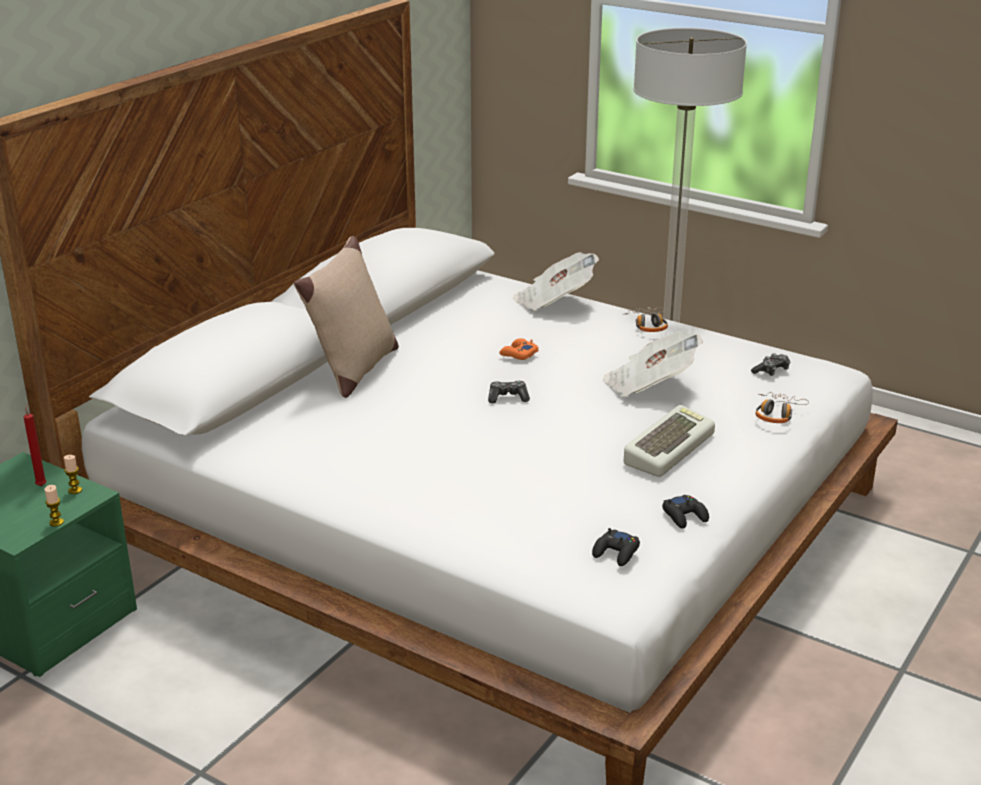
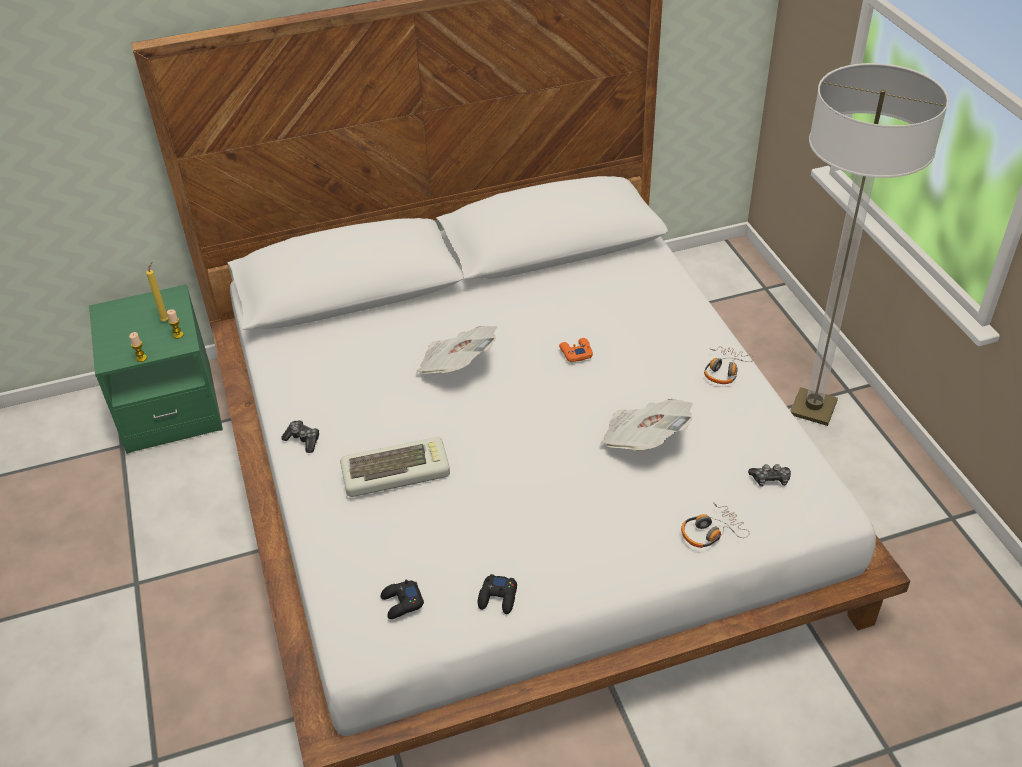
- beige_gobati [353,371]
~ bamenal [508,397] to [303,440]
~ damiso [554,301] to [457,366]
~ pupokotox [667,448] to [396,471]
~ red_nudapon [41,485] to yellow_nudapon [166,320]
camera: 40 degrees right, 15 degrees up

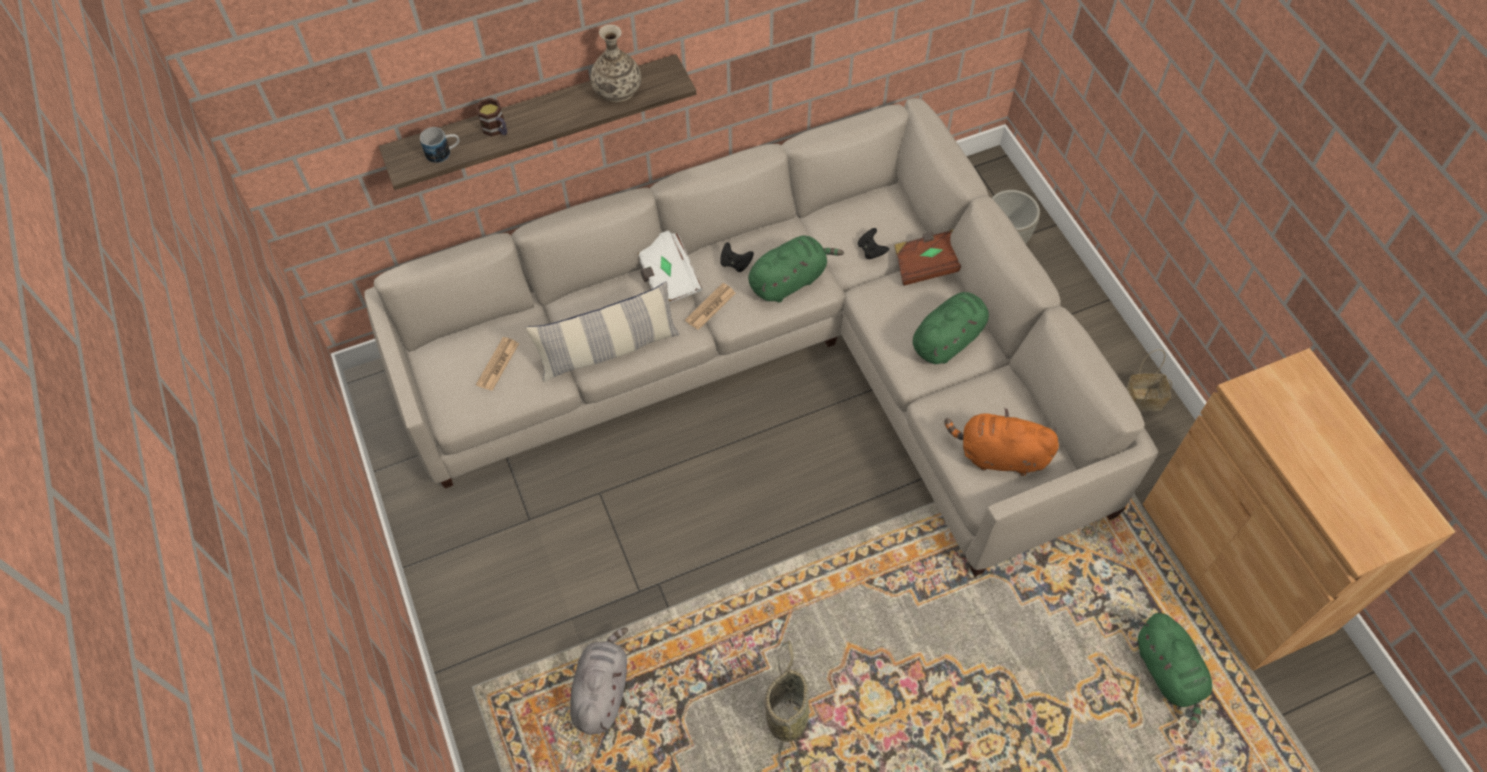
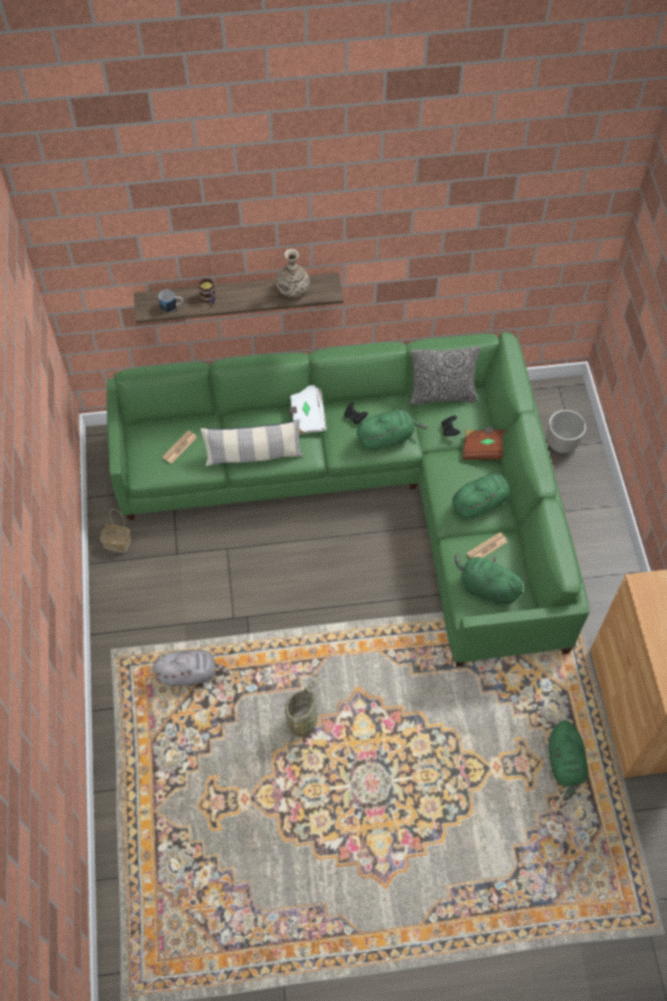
+ gobati [442,395]
~ damiso [710,307] to [487,547]
~ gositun [1144,399] to [118,542]
~ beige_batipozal [779,360] to green_batipozal [374,490]
~ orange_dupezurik [999,455] to green_dupezurik [486,588]
~ grey_dupezurik [601,690] = [190,673] 60 degrees clockwise
camera: 15 degrees right, 0 degrees up

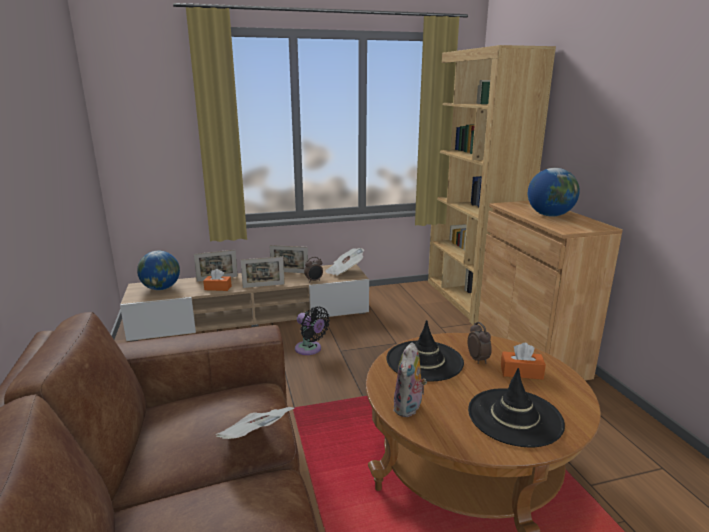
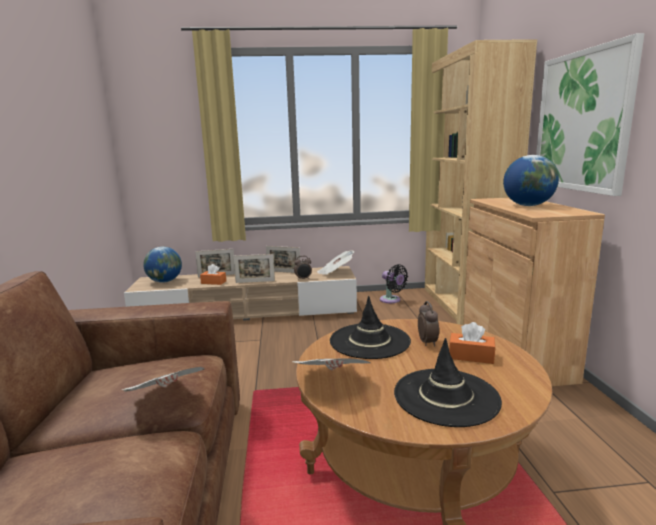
+ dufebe [582,121]
~ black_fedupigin [310,349] to [391,300]
~ dupezurik [409,408] to damiso [333,381]
camera: 10 degrees right, 5 degrees down

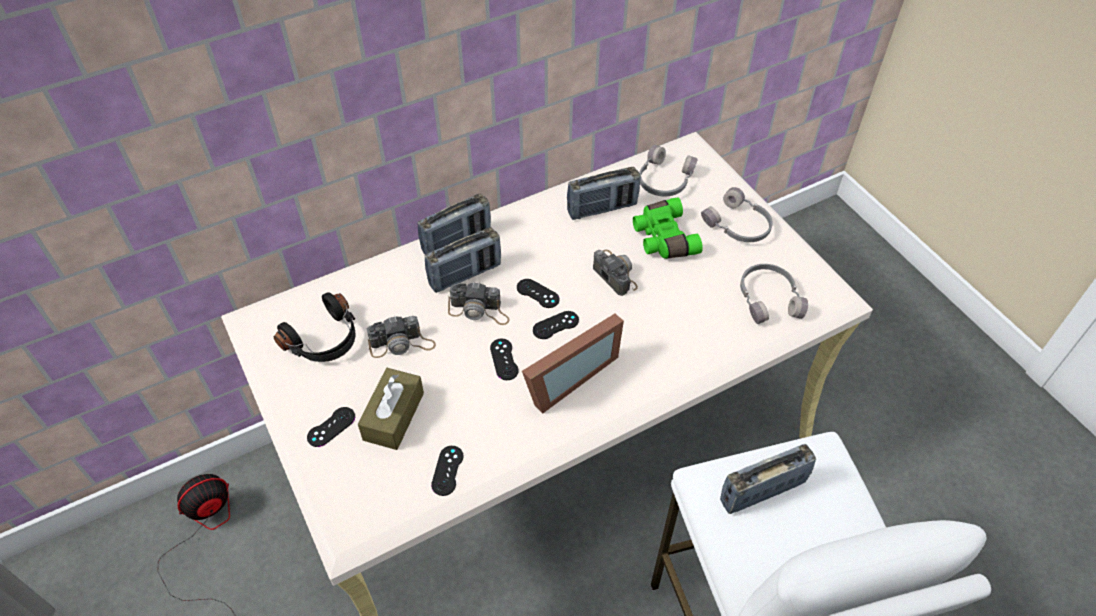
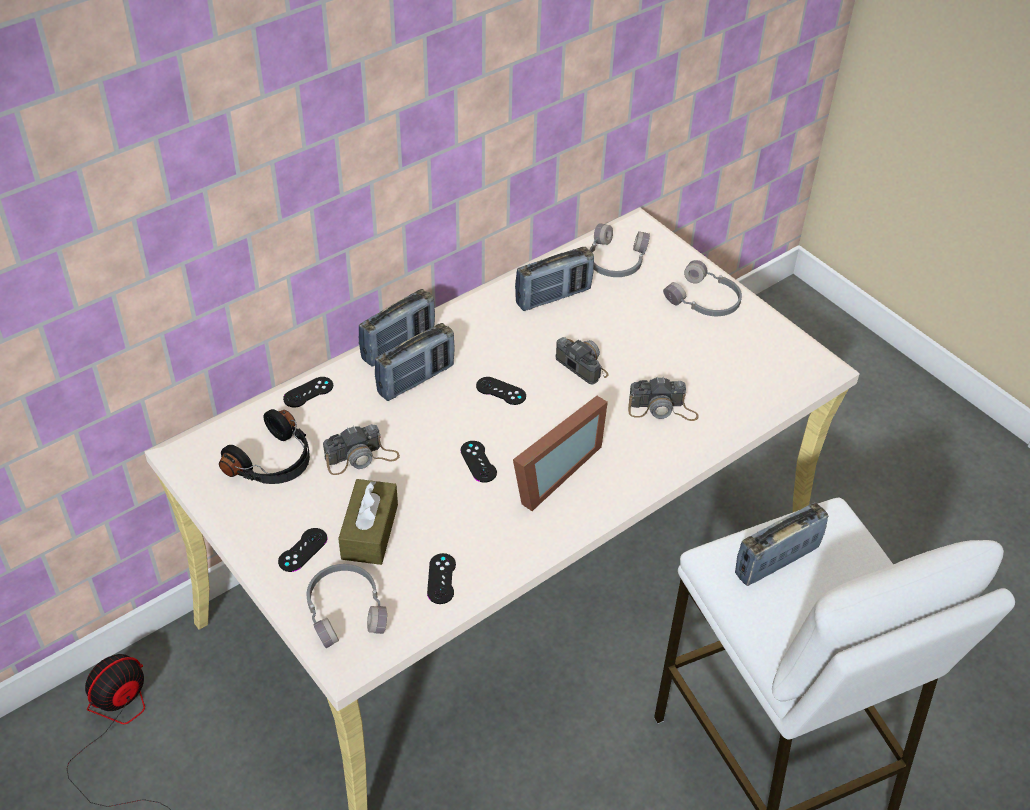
- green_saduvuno [662,238]
~ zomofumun [479,311] to [662,409]
~ black_bamenal [555,325] to [308,392]
~ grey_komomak [769,298] to [346,610]
camera: 10 degrees left, 5 degrees down

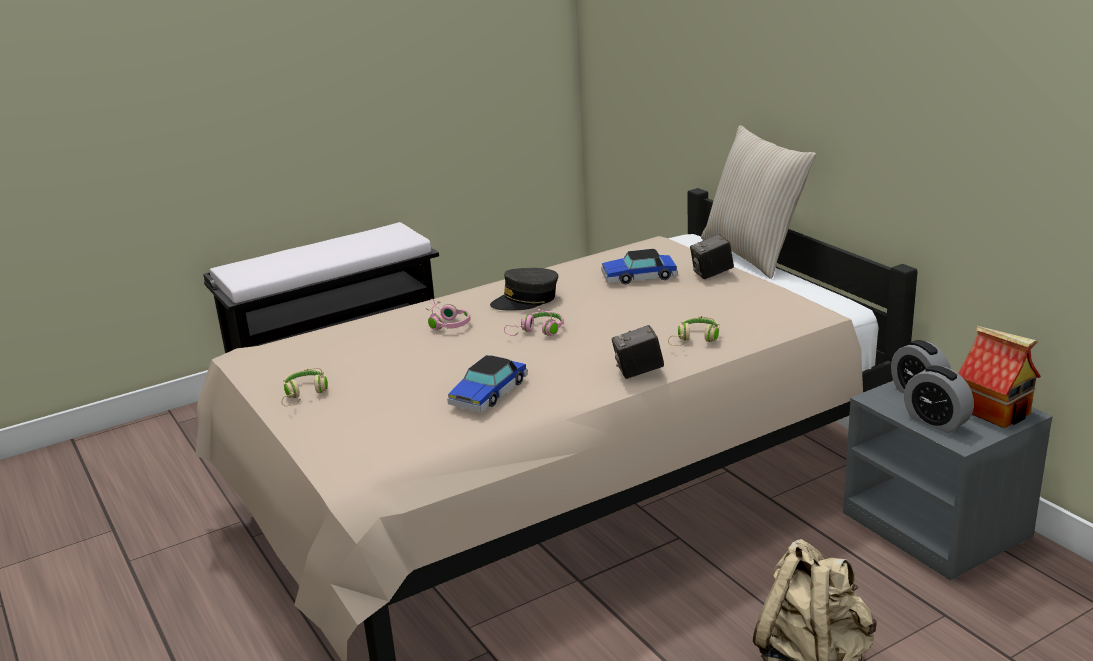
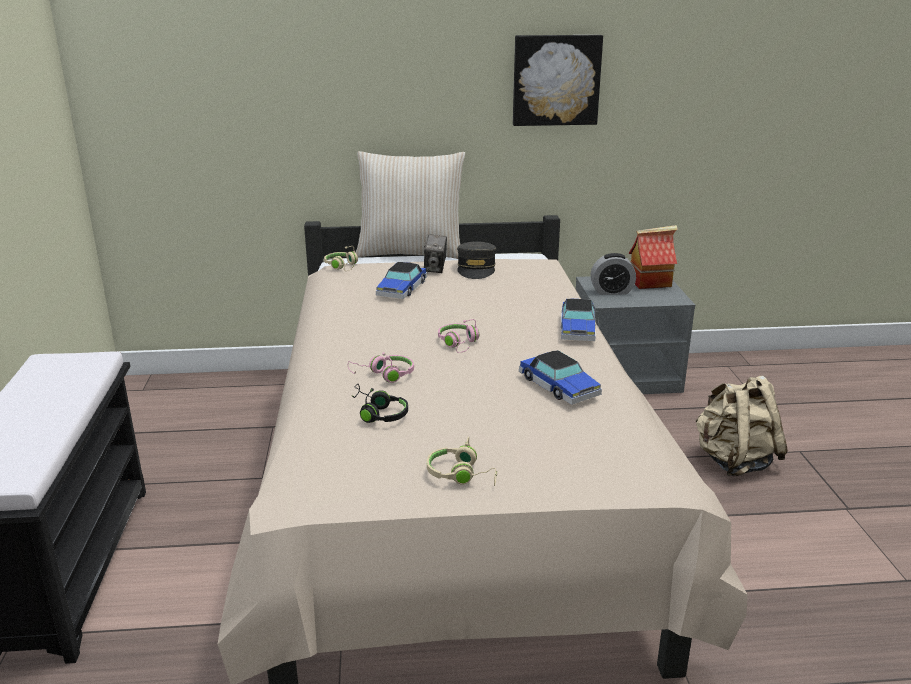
- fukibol [936,422]
+ black_komomak [378,413]
+ dufebe [556,80]
~ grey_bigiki [526,300] to [476,269]
~ beige_komomak [695,339] to [342,266]
~ zomofumun [638,372] to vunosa [577,329]
camera: 65 degrees left, 0 degrees up

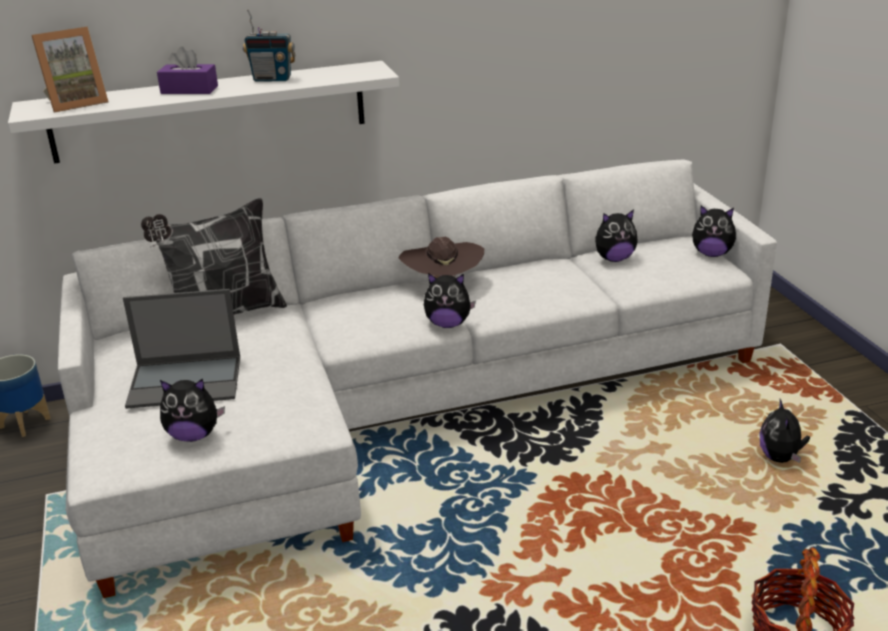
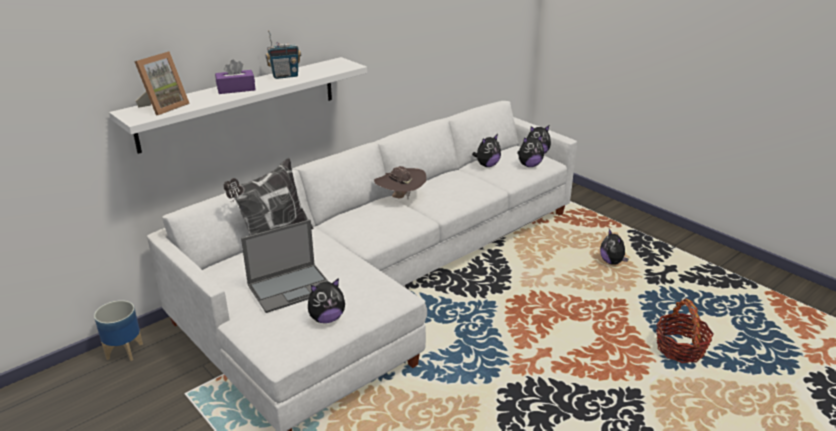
~ dupezurik [448,324] to [529,165]
camera: 25 degrees left, 0 degrees up

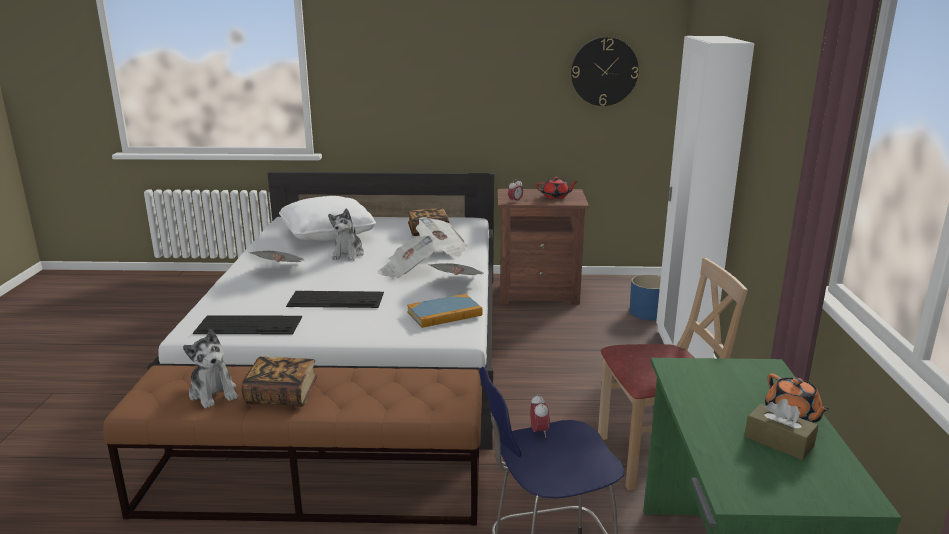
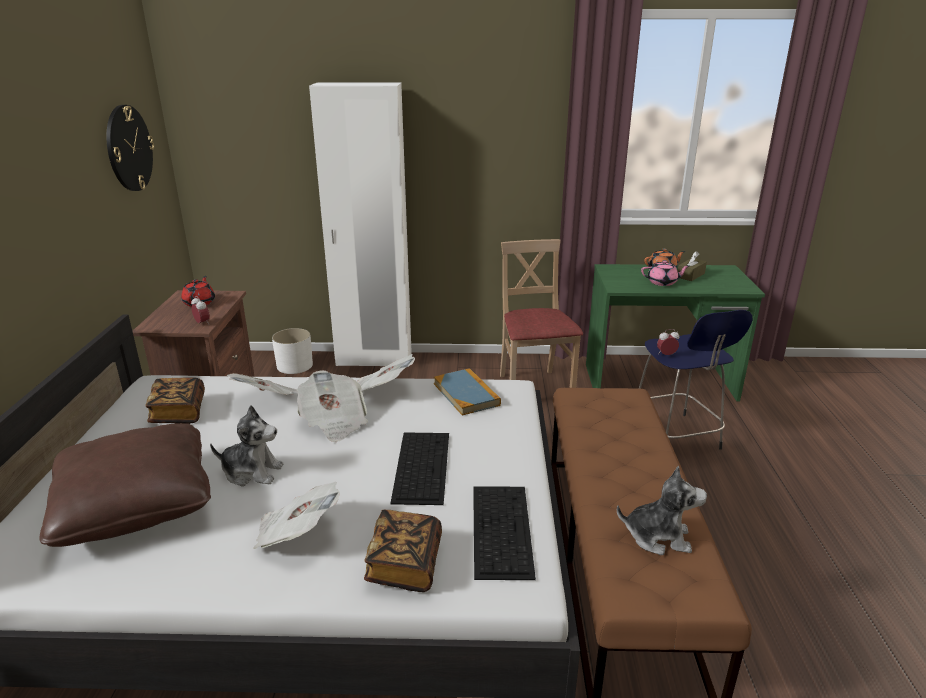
+ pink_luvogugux [662,282]
~ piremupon [282,395] to [404,564]
~ white_gobati [328,234] to brown_gobati [136,503]
~ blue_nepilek [647,312] to white_nepilek [294,365]
~ dupezurik [213,393] = [658,537] 45 degrees clockwise
camera: 90 degrees left, 5 degrees up

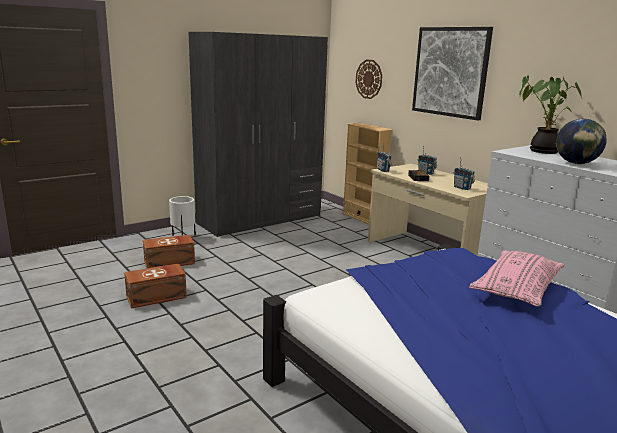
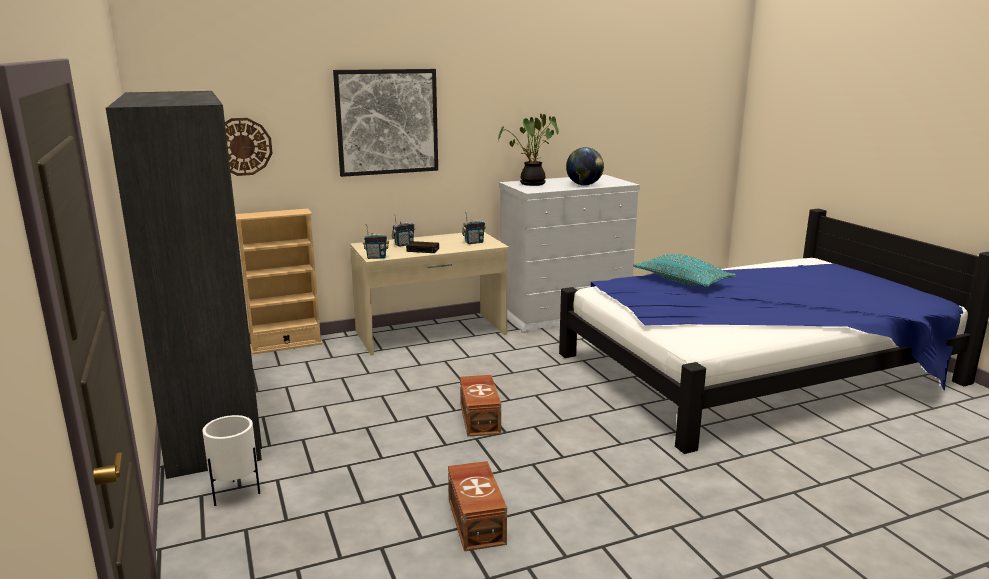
~ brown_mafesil [170,262] to [480,418]
~ pink_gobati [516,289] to turquoise_gobati [682,281]
camera: 75 degrees left, 0 degrees up

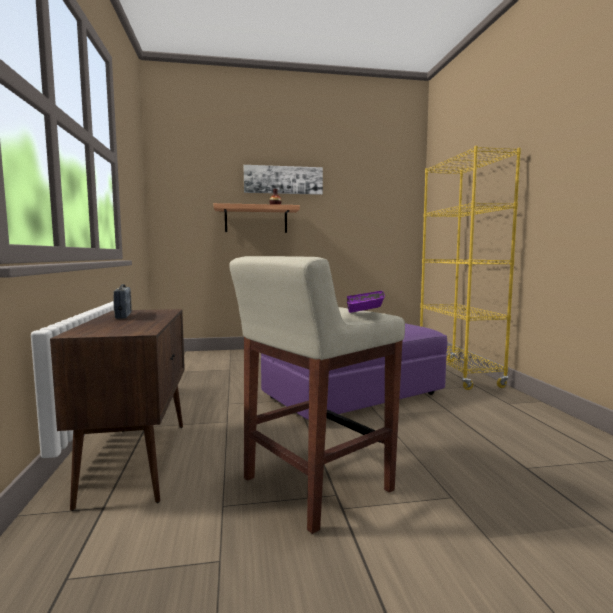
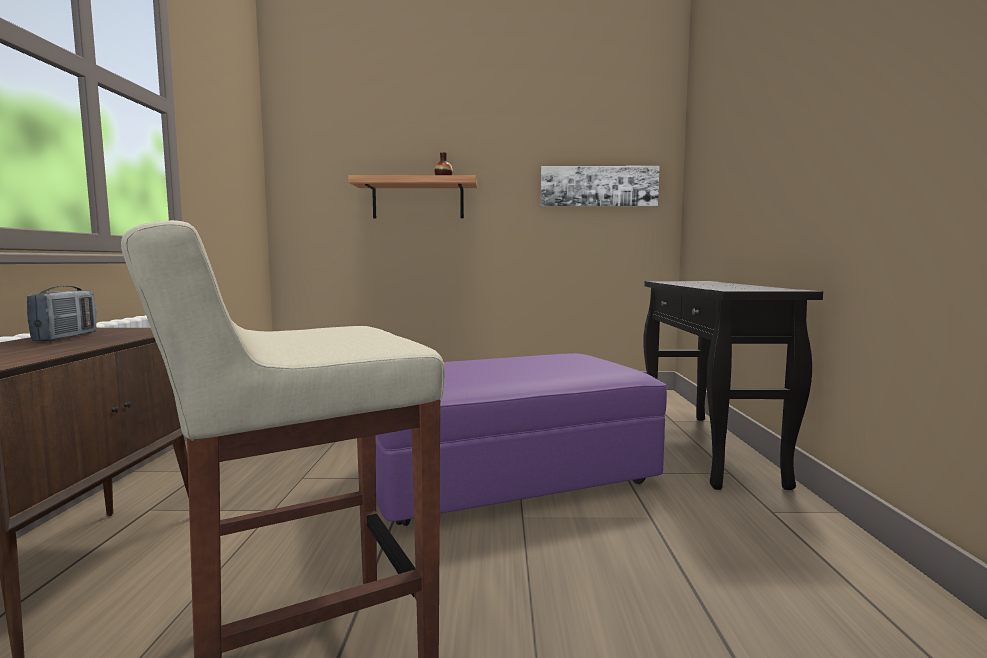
- purple_piremupon [364,315]
~ dufebe [283,180] to [598,186]
~ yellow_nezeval [458,374] to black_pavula [708,448]
camera: 10 degrees right, 0 degrees up

